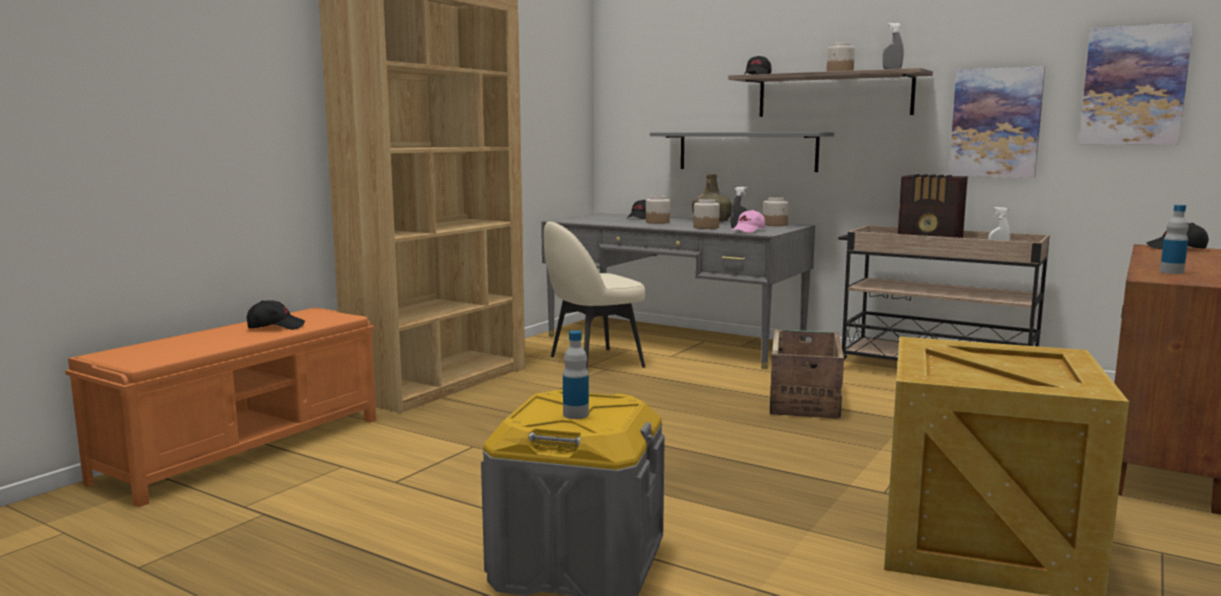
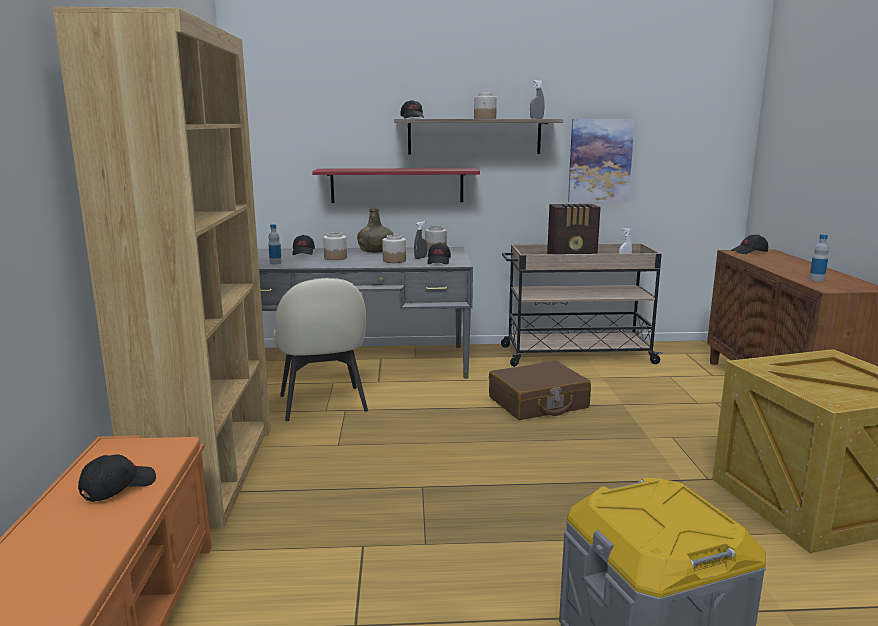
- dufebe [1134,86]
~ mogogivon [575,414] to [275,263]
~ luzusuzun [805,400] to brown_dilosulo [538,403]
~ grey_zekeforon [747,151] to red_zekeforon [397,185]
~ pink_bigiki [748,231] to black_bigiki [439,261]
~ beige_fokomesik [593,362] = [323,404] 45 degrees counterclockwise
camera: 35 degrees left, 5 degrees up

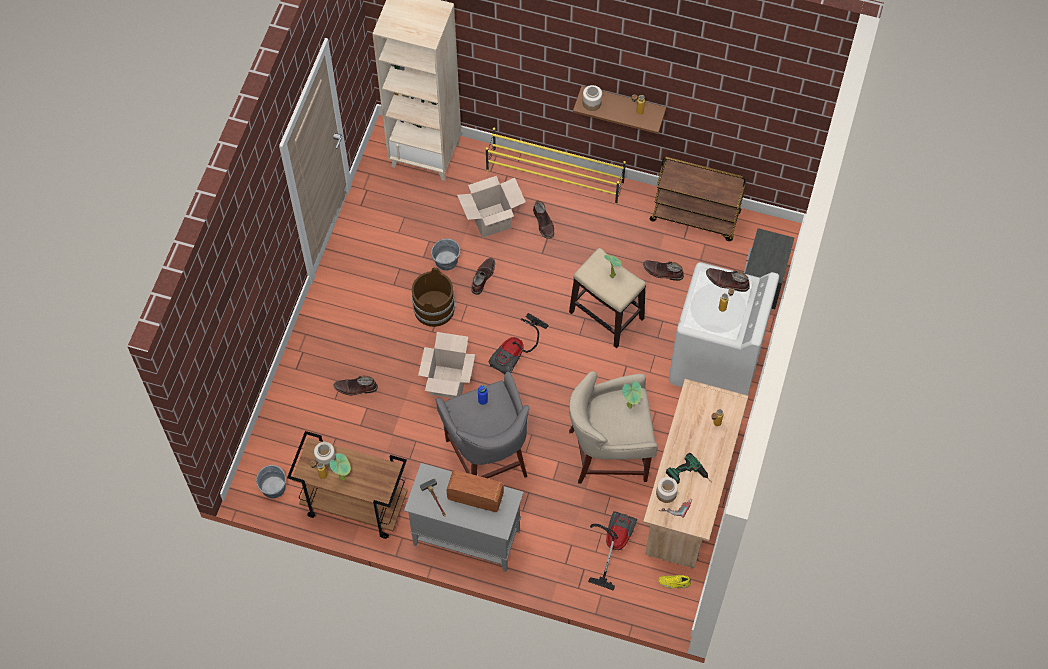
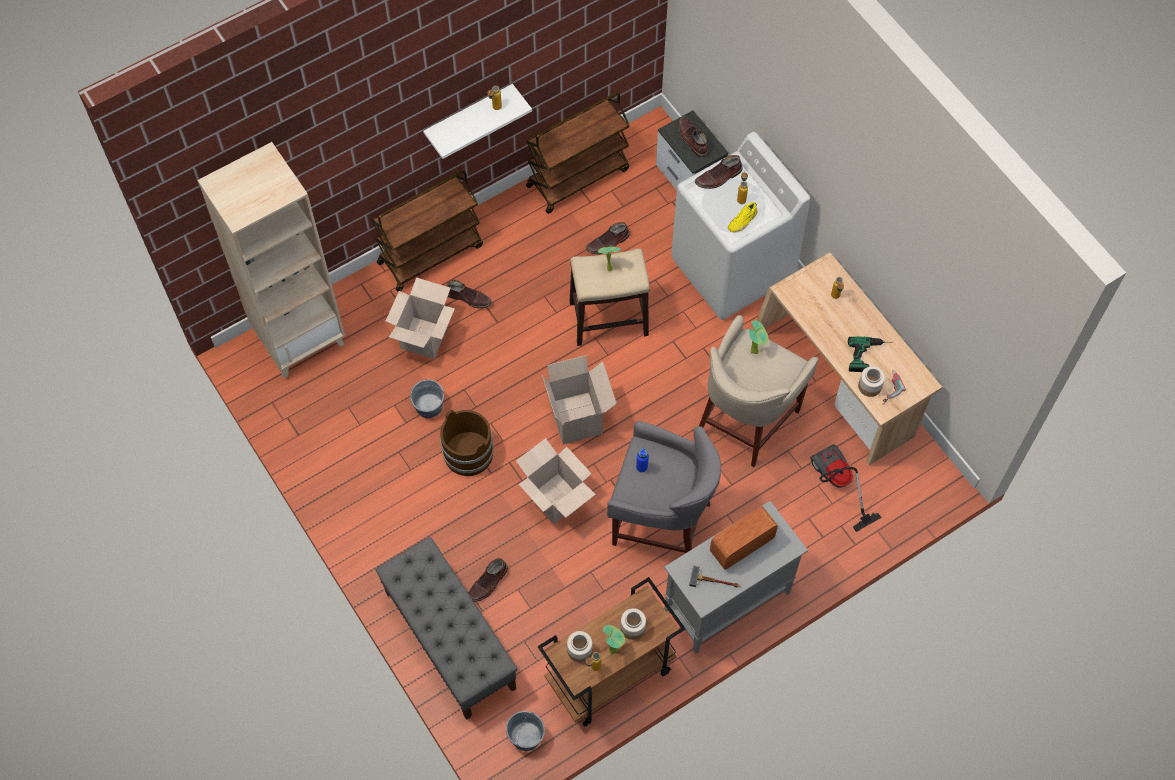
+ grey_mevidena [449,640]
~ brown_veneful [482,277] to [692,139]
~ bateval [591,103] to [632,627]
~ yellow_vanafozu [674,583] to [742,221]
~ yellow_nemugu [555,177] to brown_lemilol [431,253]
~ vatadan [516,352] to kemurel [578,418]
~ brown_zekeforon [623,104] to white_zekeforon [469,117]
camera: 50 degrees left, 0 degrees up

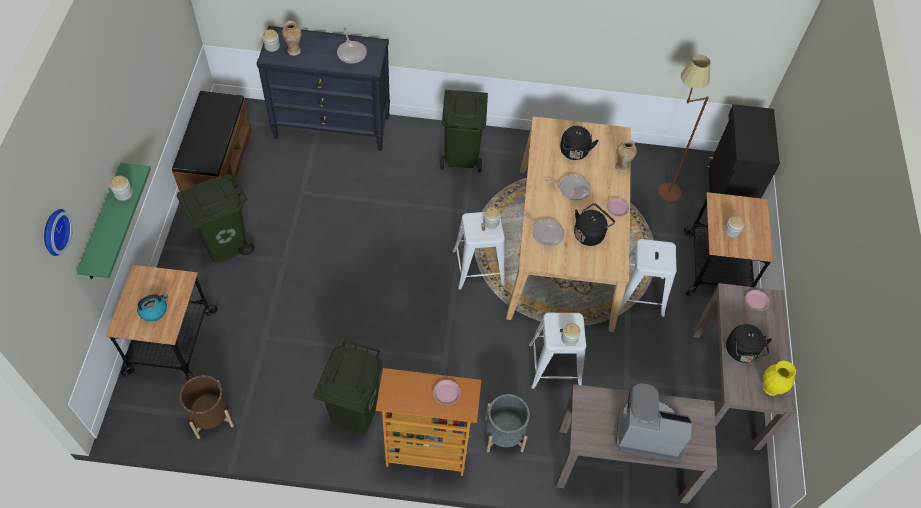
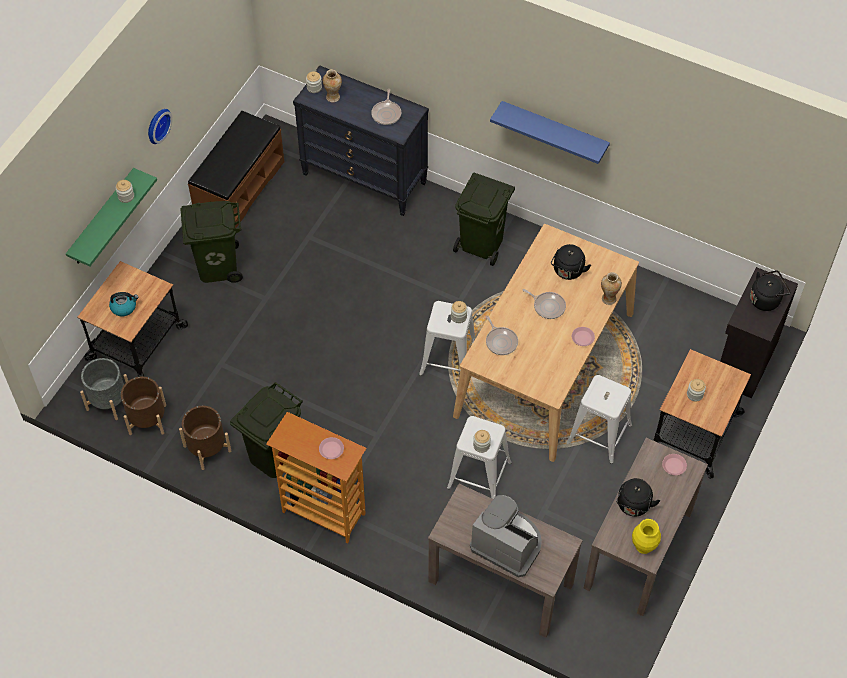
- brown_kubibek [662,184]
+ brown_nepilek [207,448]
+ blue_zekeforon [554,131]
~ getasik [53,231] to [157,125]
~ grey_nepilek [504,434] to [109,401]
~ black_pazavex [590,233] to [766,299]
camera: 25 degrees right, 0 degrees up

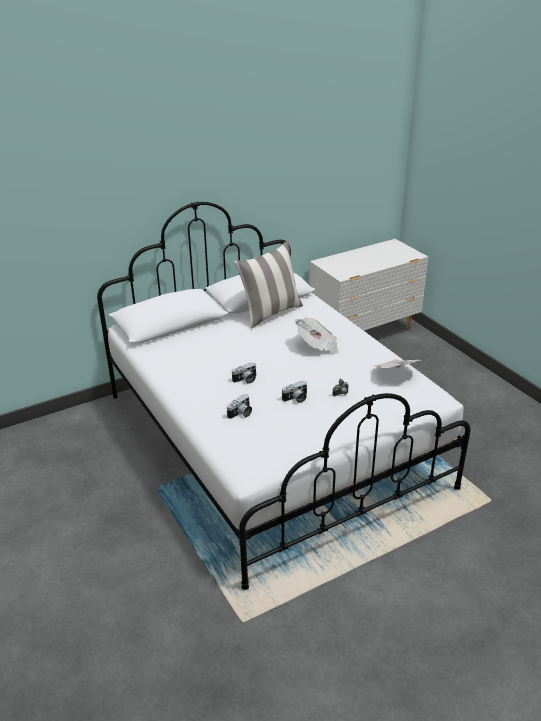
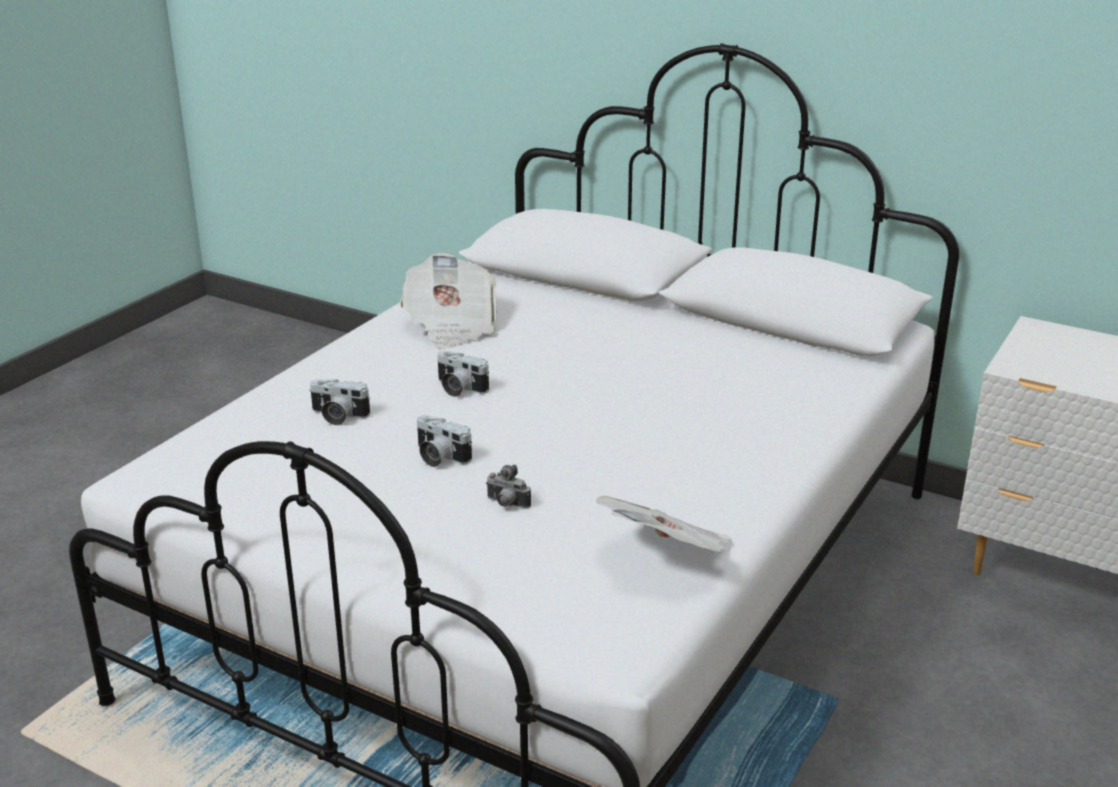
- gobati [270,313]
~ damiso [317,346] to [450,326]
camera: 60 degrees right, 5 degrees down

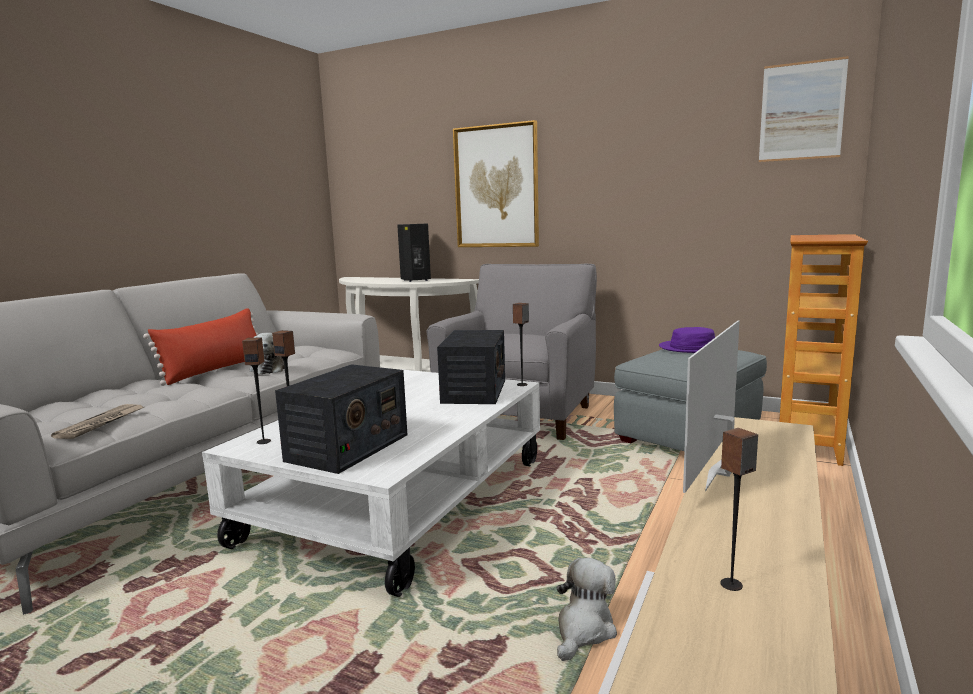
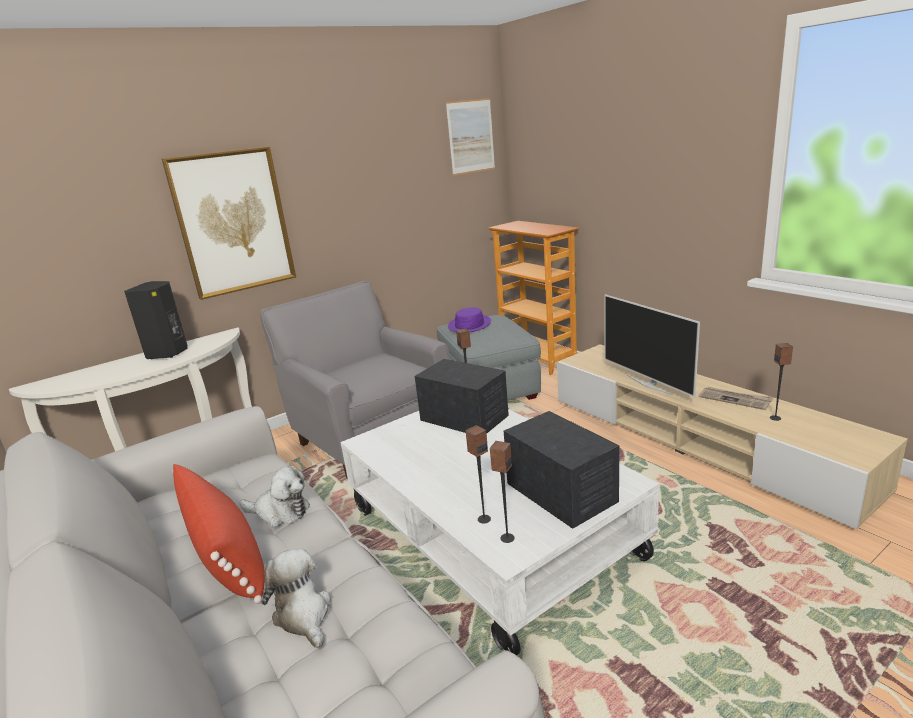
~ damiso [101,423] to [735,399]
~ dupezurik [584,629] to [303,615]
camera: 60 degrees left, 10 degrees up

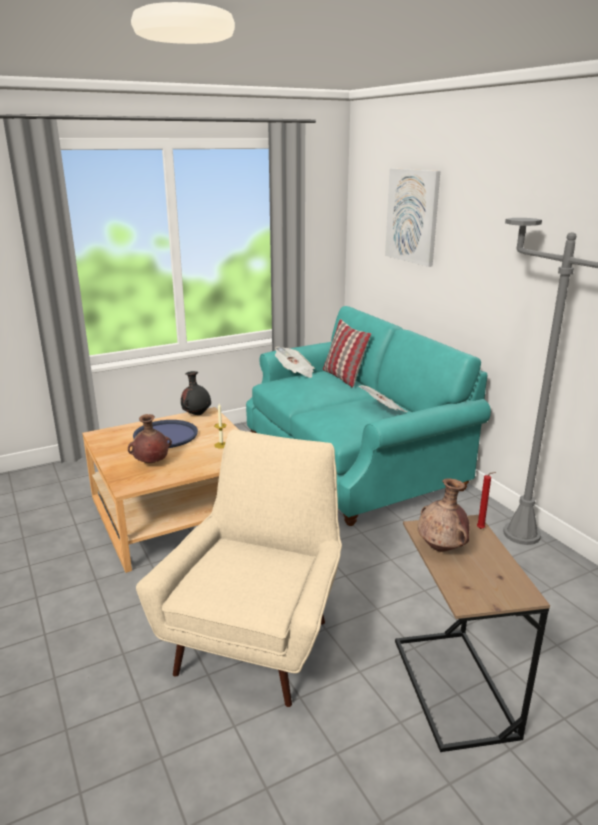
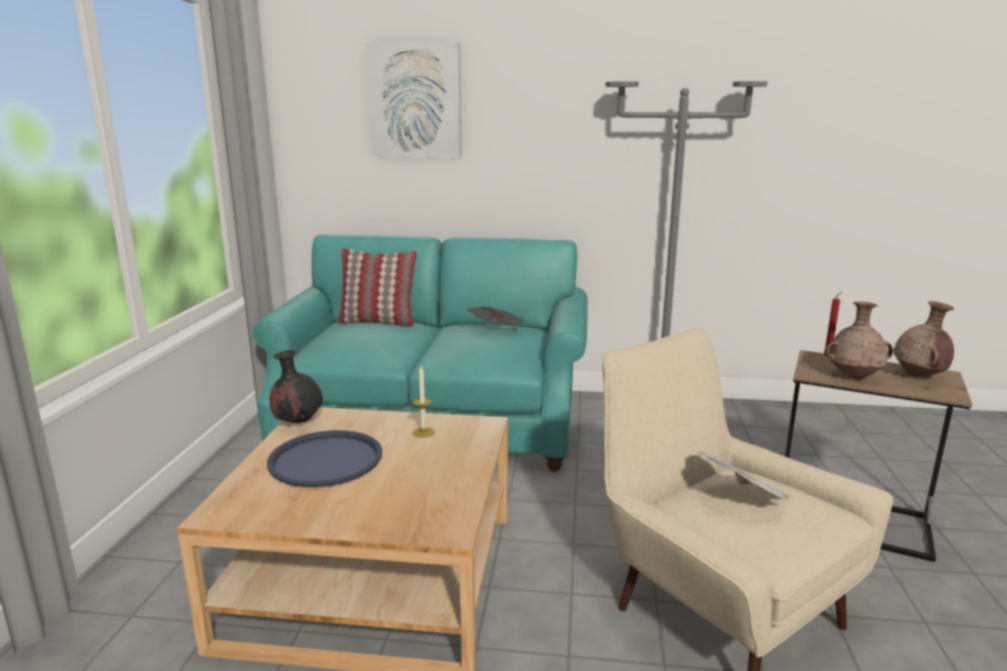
~ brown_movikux [151,463] to [919,376]
~ damiso [295,372] to [744,499]
camera: 55 degrees left, 5 degrees down

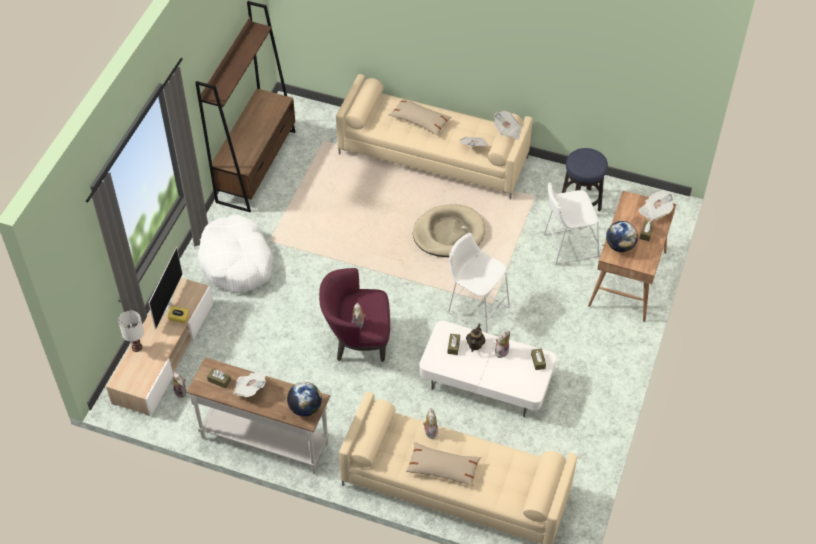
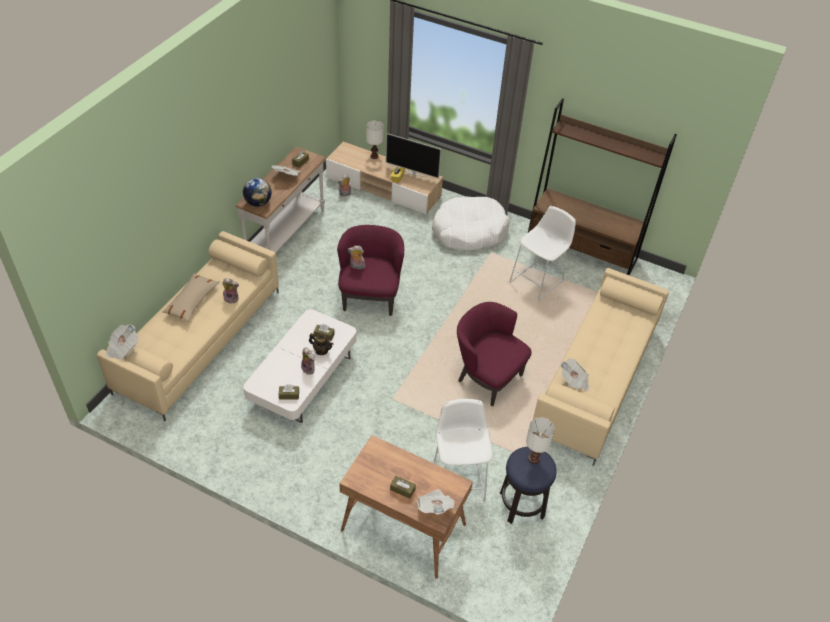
- beige_gobati [420,120]
- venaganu [620,246]
+ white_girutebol [534,459]
~ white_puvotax [476,308] to [538,280]
~ damiso [507,131] to [123,348]
~ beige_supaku [449,233] to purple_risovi [487,378]
camera: 95 degrees right, 5 degrees down

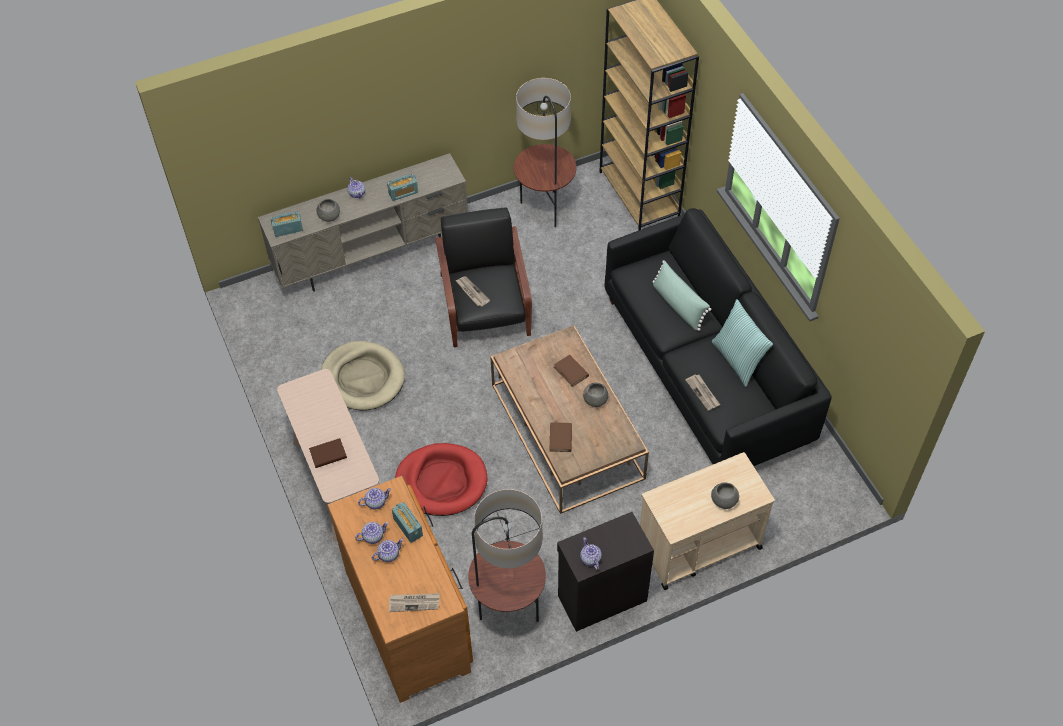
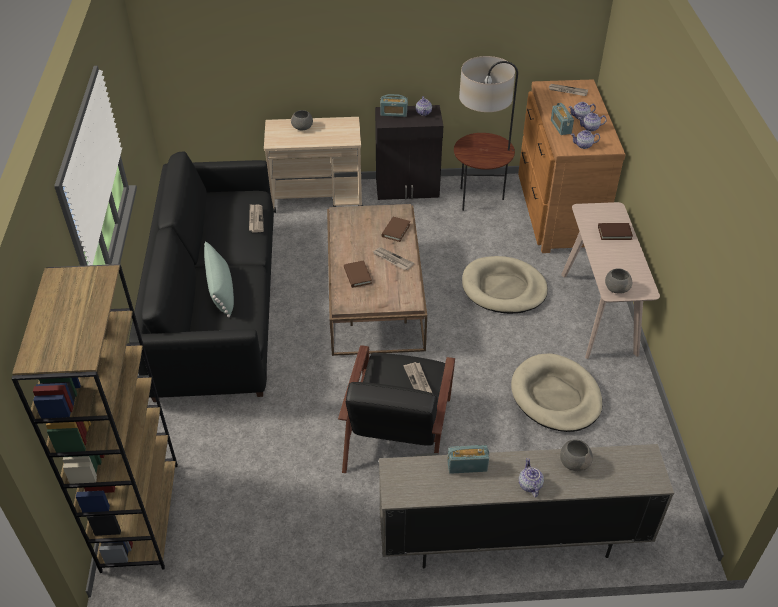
- kubibek [545,210]
- gobati [738,360]
+ damiso [392,259]
~ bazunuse [288,229] to [394,113]
~ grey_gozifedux [595,400] to [616,288]
~ red_supaku [441,482] to beige_supaku [503,288]
camera: 160 degrees left, 10 degrees down

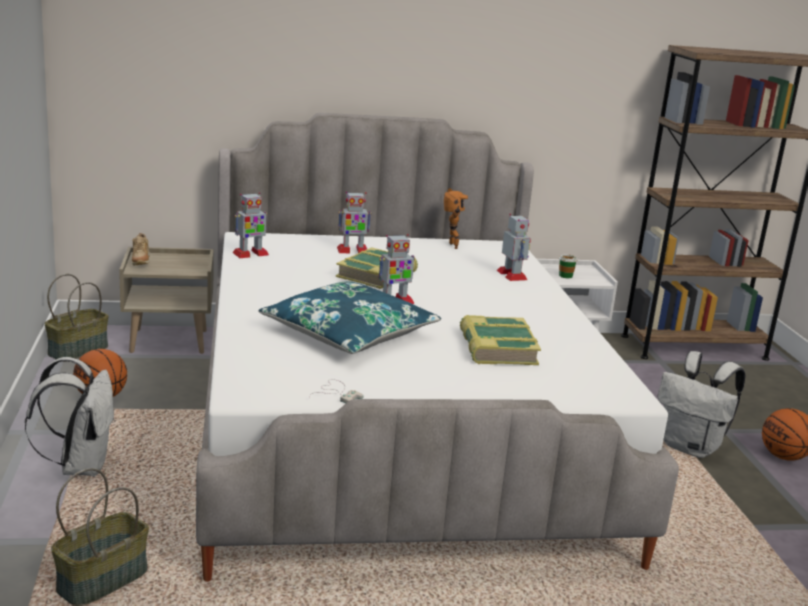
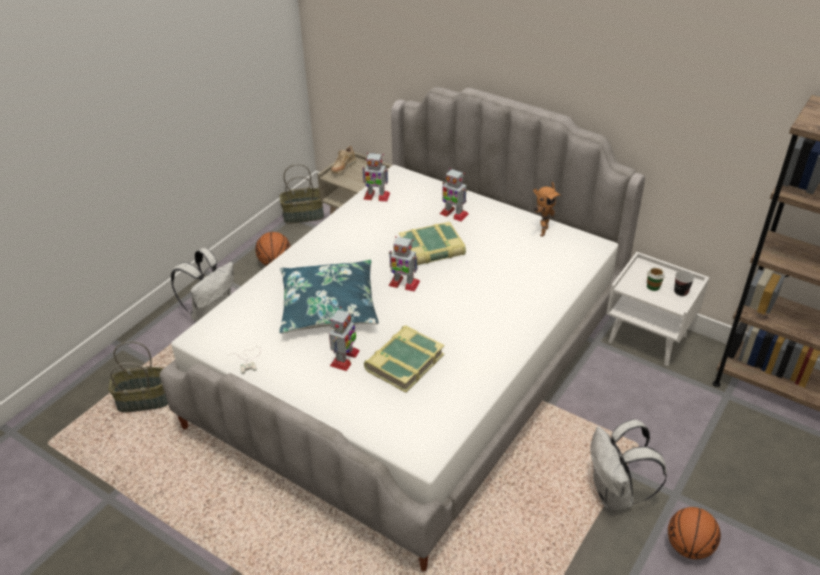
+ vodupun [680,292]
~ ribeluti [512,275] to [344,358]
camera: 45 degrees right, 20 degrees up

